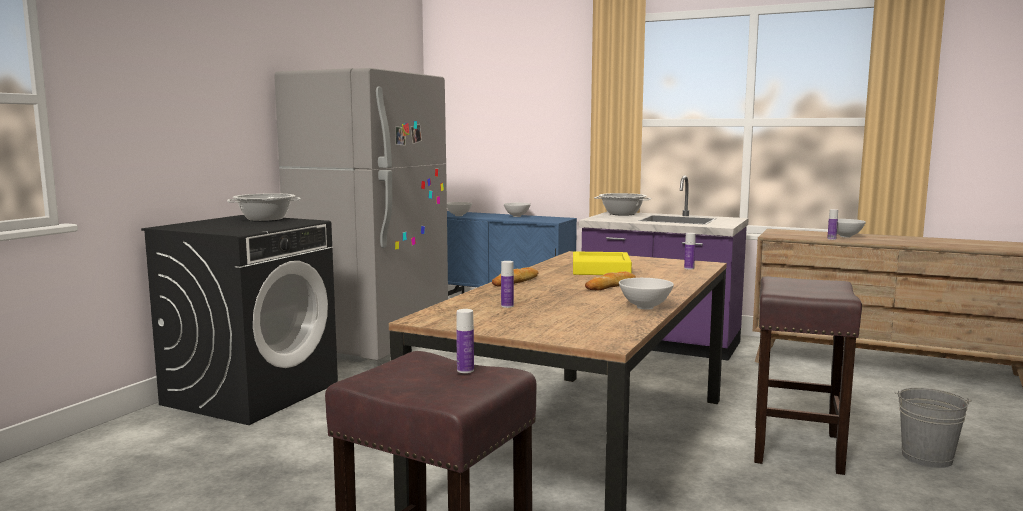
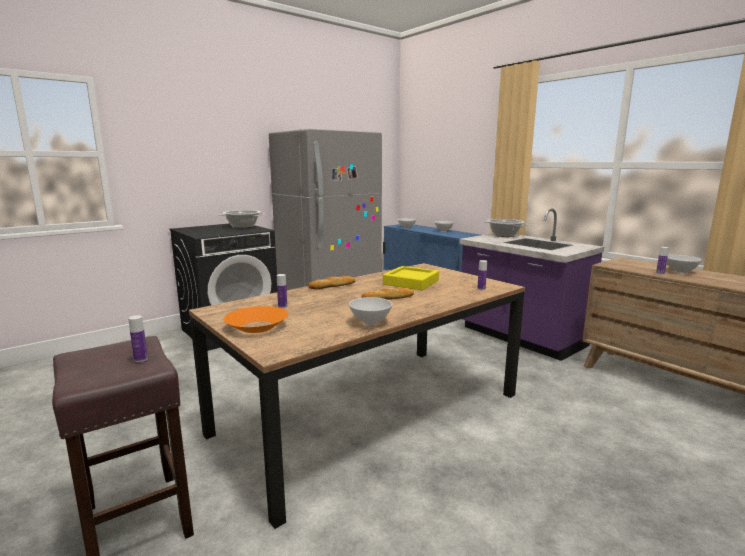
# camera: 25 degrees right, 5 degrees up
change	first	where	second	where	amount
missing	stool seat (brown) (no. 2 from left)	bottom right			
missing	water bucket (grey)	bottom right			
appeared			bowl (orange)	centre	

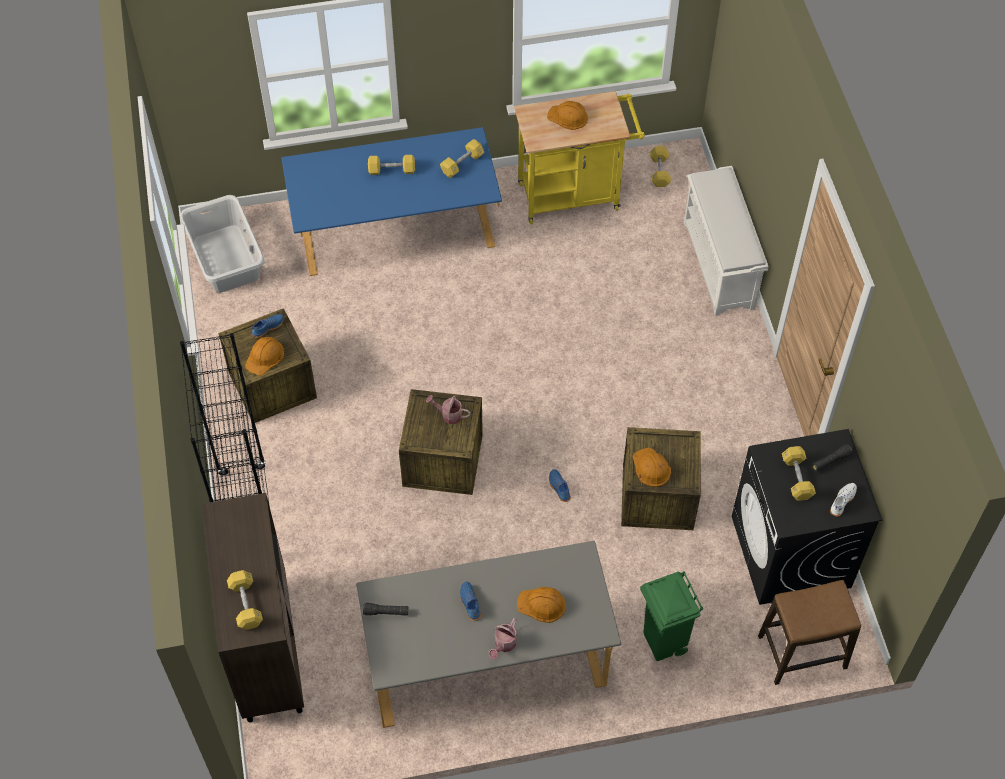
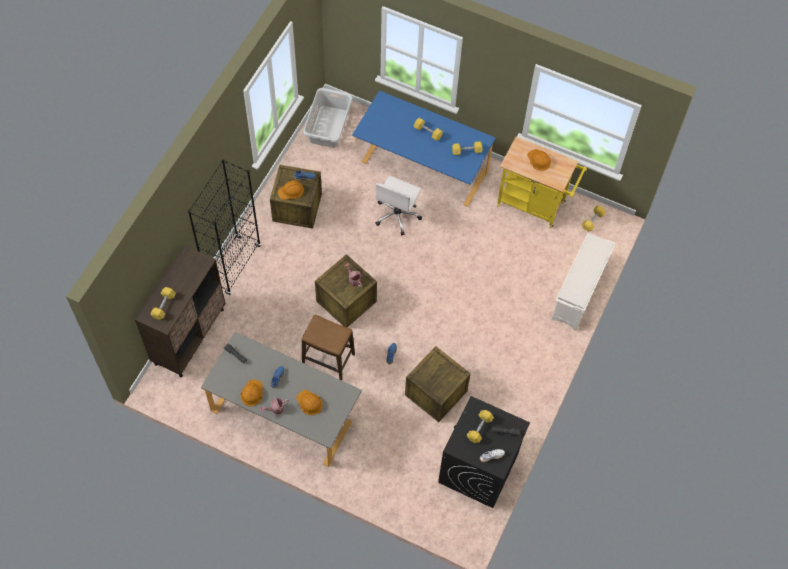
# camera: 35 degrees right, 5 degrees up
change	first	where	second	where	amount
relocated	work helmet (orange) (no. 4 from left in the first image)	centre	work helmet (orange) (no. 1 from left)	bottom left	
missing	rubbish bin (green-coloured)	bottom right			
relocated	stool seat	bottom right		centre	
appeared			office chair (white)	centre	

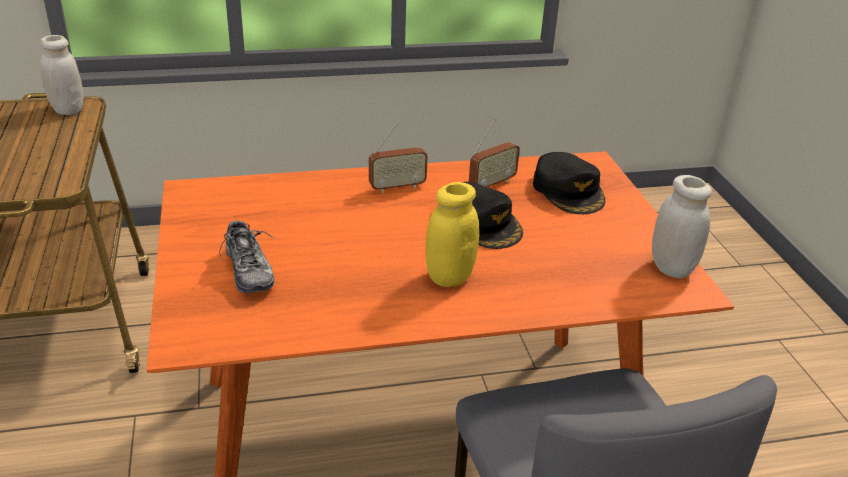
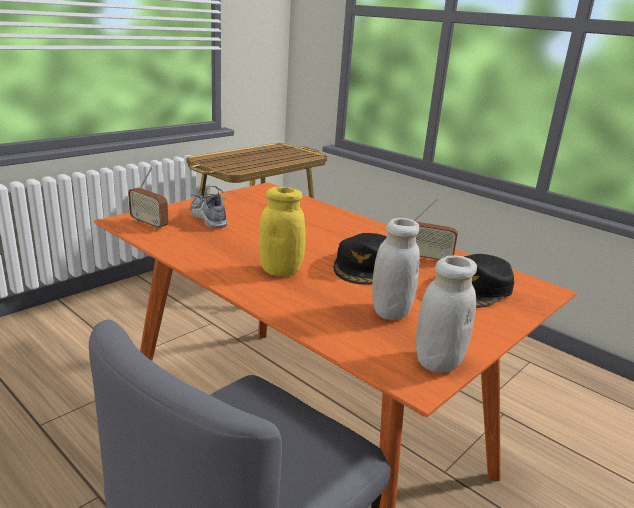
# camera: 55 degrees right, 10 degrees down
change	first	where	second	where	amount
relocated	jar (white) (no. 1 from left)	top left		centre	
spun	item of footwear	middle left		middle left	120 degrees clockwise
relocated	radio set (no. 1 from left)	top centre		middle left	

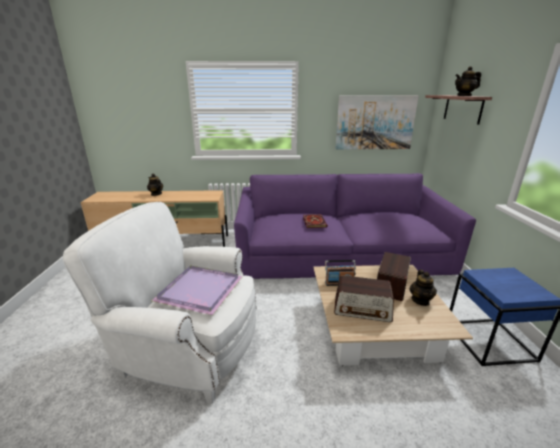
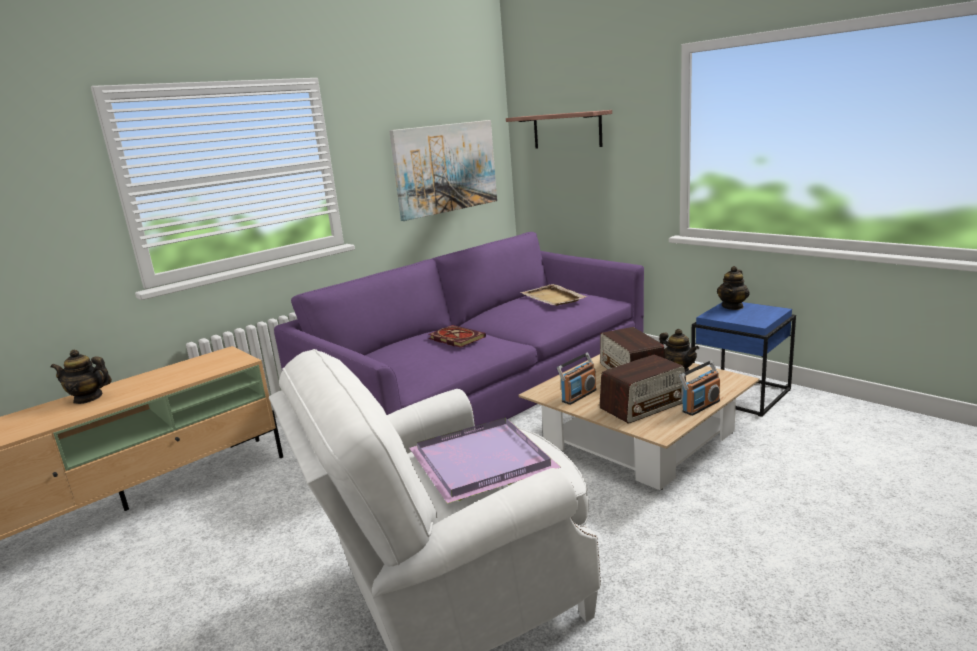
# camera: 40 degrees left, 5 degrees down
change	first	where	second	where	amount
relocated	pot for tea (no. 3 from left)	top right		middle right	
appeared			tray (sand-coloured)	centre	
appeared			radio set (no. 4 from left)	middle right	

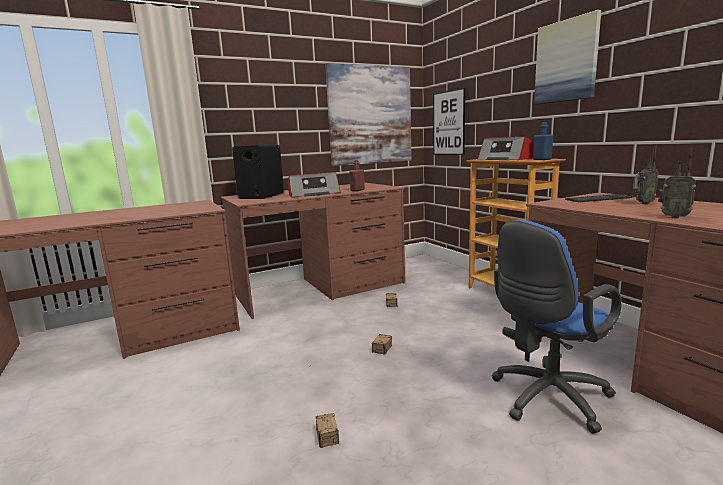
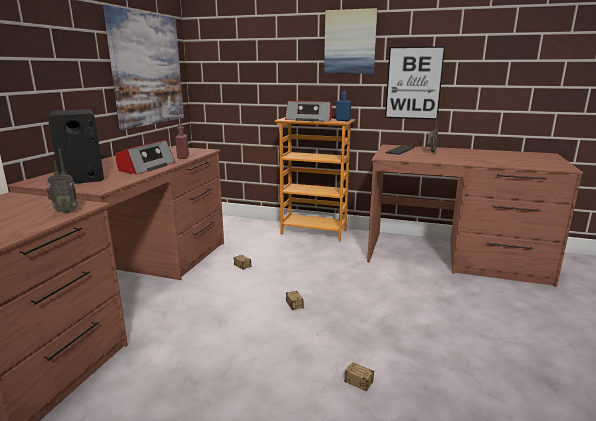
# camera: 45 degrees left, 5 degrees up
change	first	where	second	where	amount
relocated	wall picture (no. 2 from left in the first image)	top centre	wall picture (no. 3 from left)	top right	
missing	office chair (blue)	bottom right			
relocated	radio set (no. 4 from left in the first image)	middle right	radio set (no. 1 from left)	middle left	

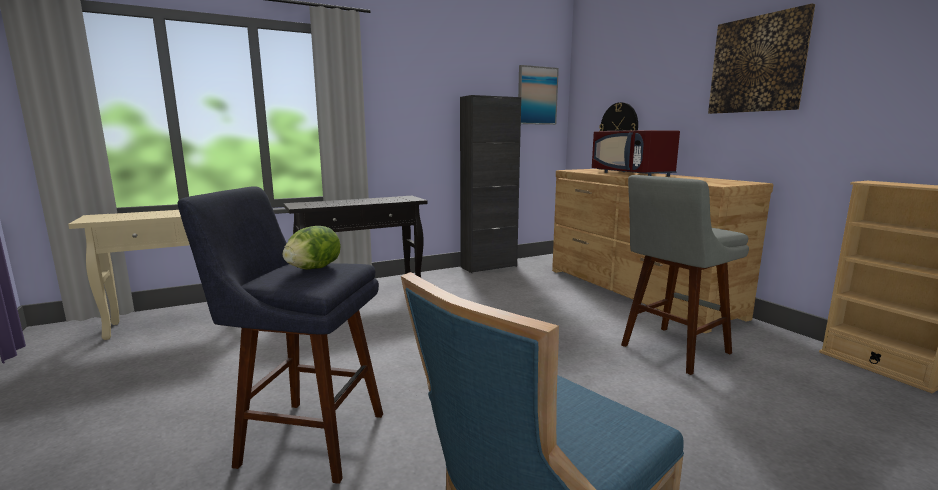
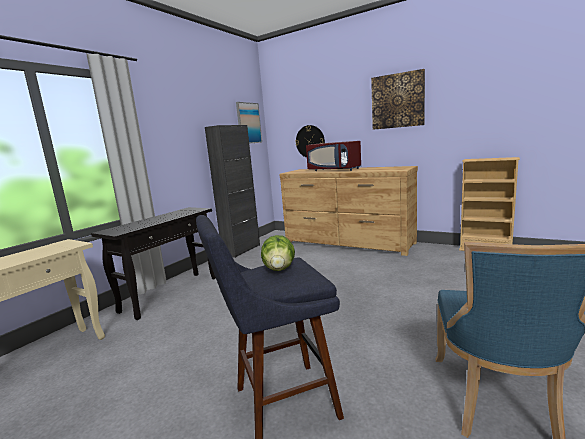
# camera: 30 degrees left, 0 degrees up
change	first	where	second	where	amount
missing	stool seat (grey)	middle right			

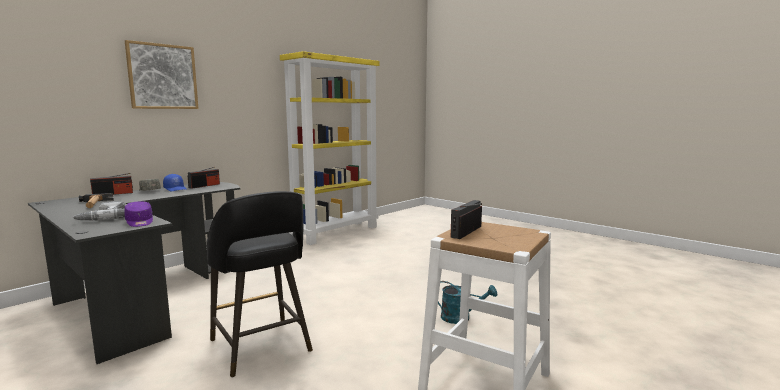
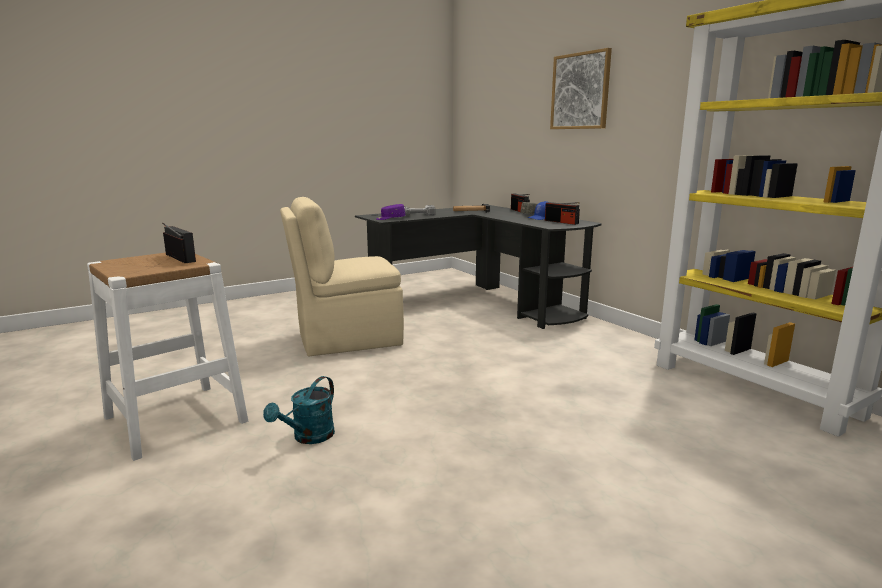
# camera: 105 degrees right, 5 degrees up
change	first	where	second	where	amount
exchanged	stool seat (black)	bottom left	plain chair (sand-coloured)	centre	

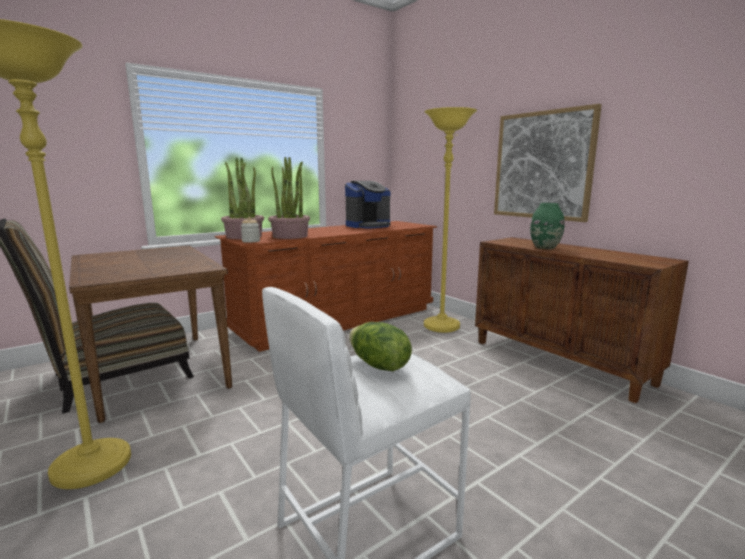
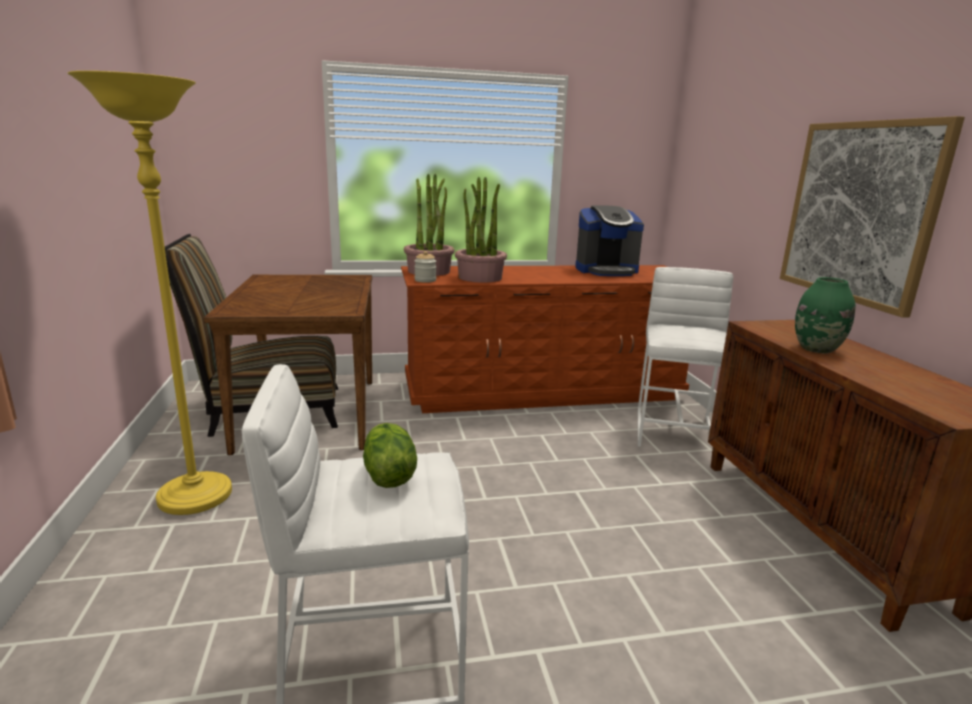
# camera: 25 degrees right, 5 degrees up
change	first	where	second	where	amount
exchanged	standard lamp (yellow-coloured) (no. 2 from left)	centre	stool seat (white) (no. 2 from left)	middle right	

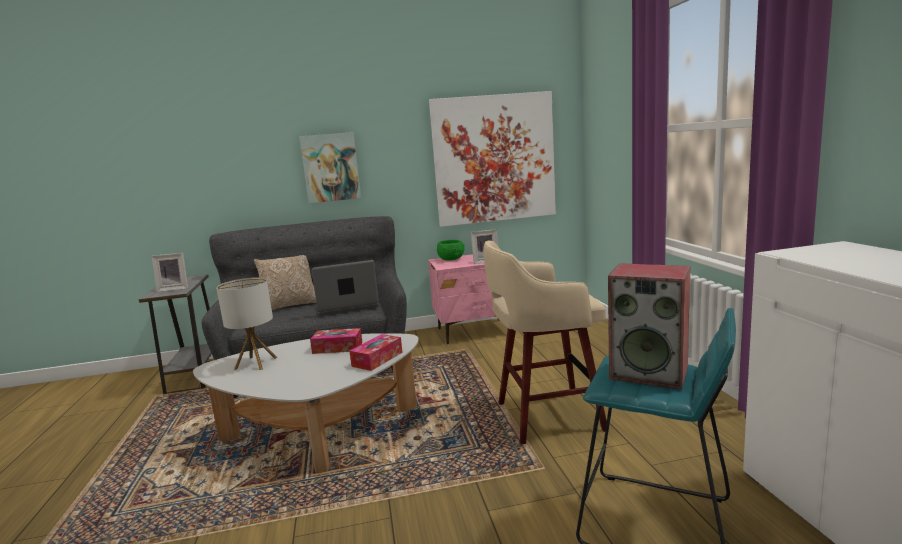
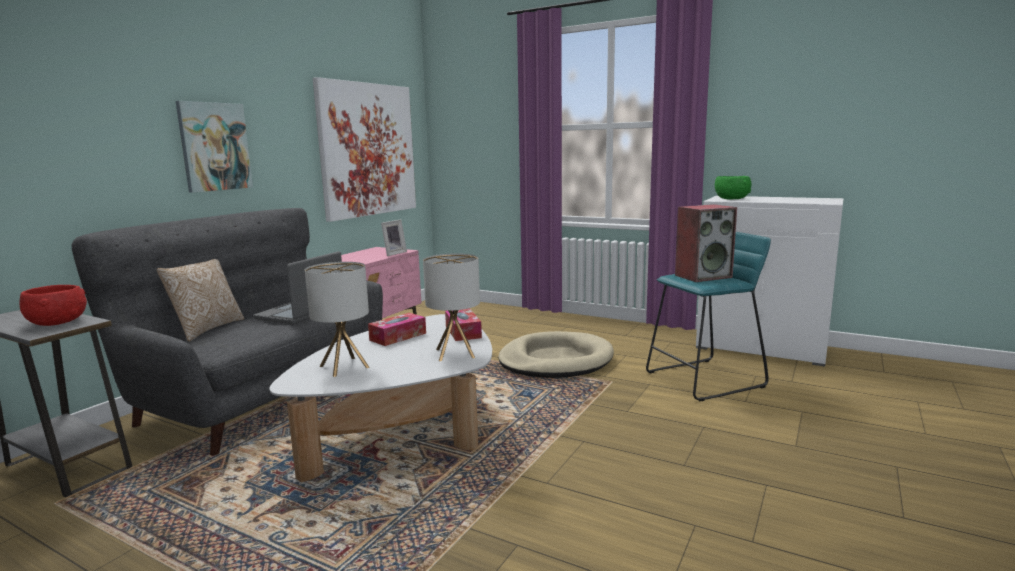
# camera: 50 degrees left, 0 degrees up
change	first	where	second	where	amount
exchanged	photo frame (no. 1 from left)	middle left	bowl (reddish)	middle left	
relocated	bowl (green-coloured)	centre		top right	
exchanged	stool seat (sand-coloured)	centre	pet bed (sand-coloured)	centre	
appeared			tabletop lamp (no. 2 from left)	centre	

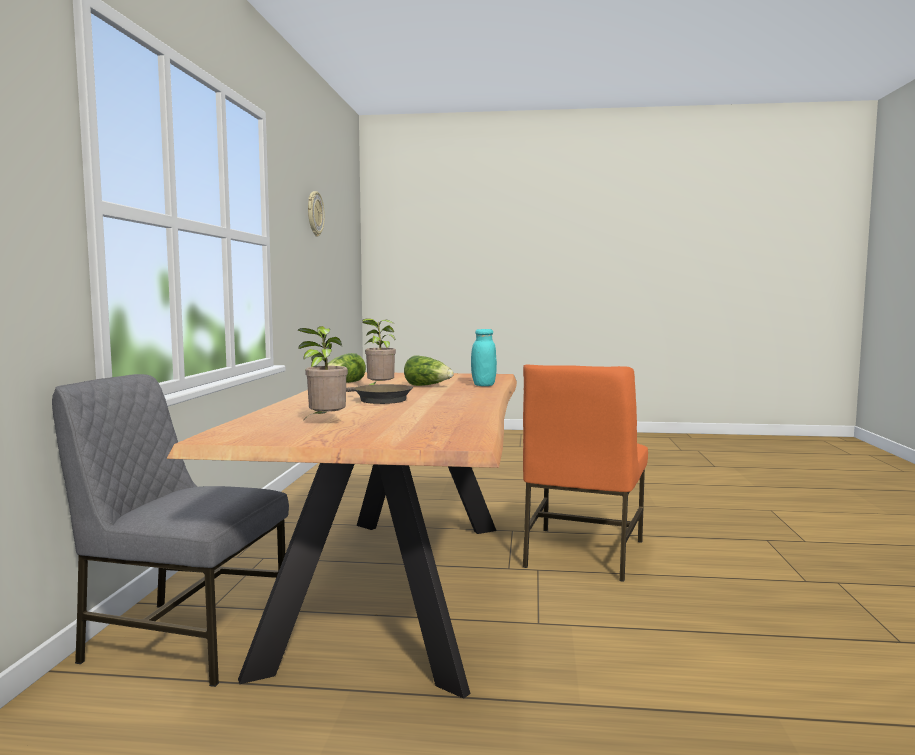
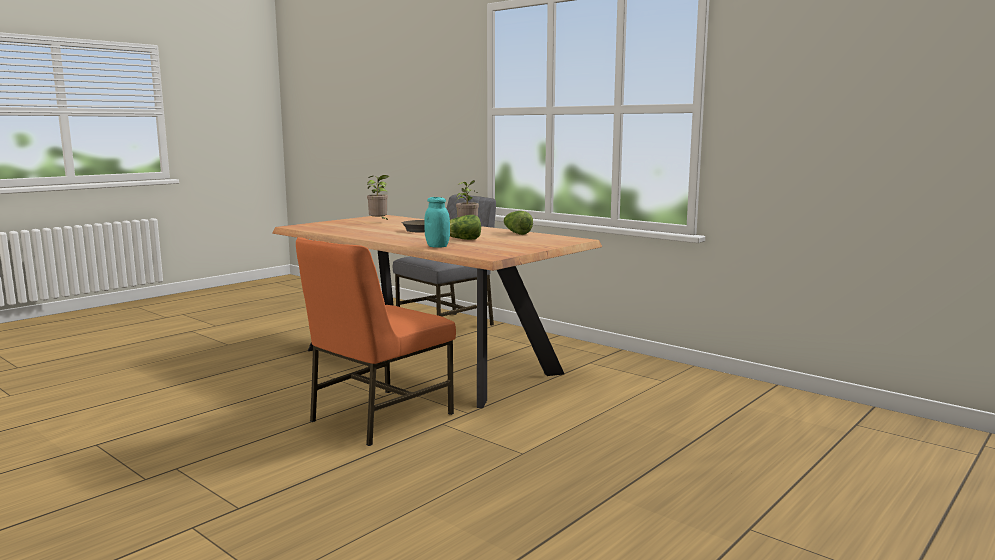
# camera: 125 degrees right, 5 degrees up
change	first	where	second	where	amount
missing	wall clock	top centre			
spun	plain chair (orange)	centre		centre	105 degrees counterclockwise

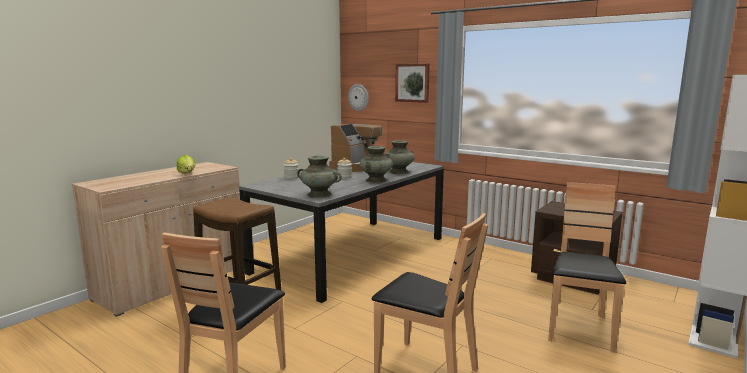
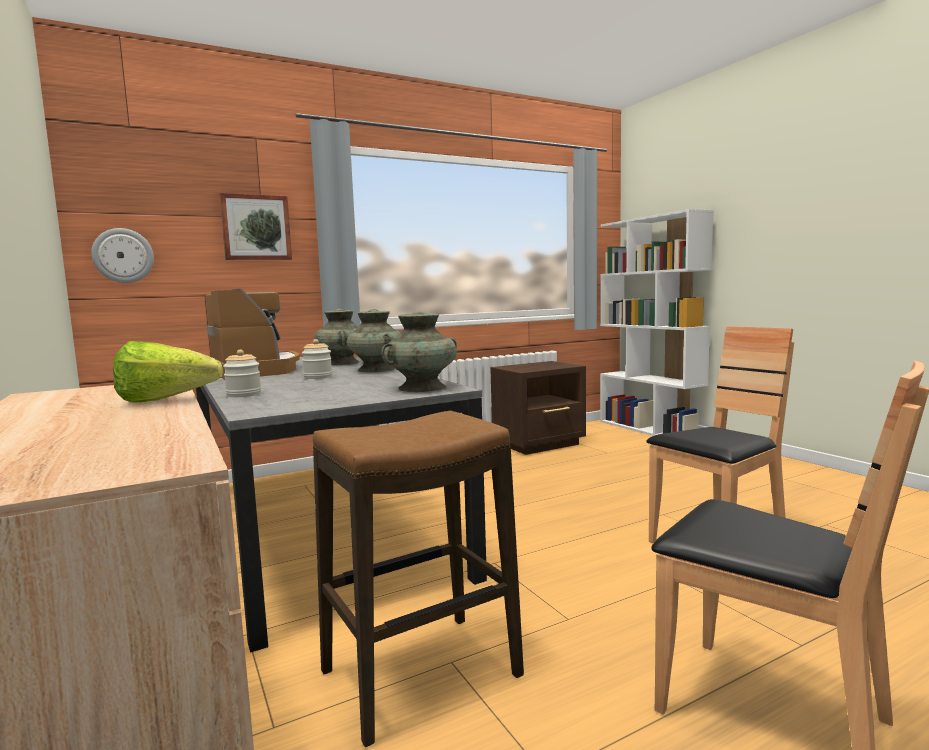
# camera: 65 degrees left, 5 degrees down
change	first	where	second	where	amount
missing	plain chair (brown) (no. 3 from left)	bottom right			

